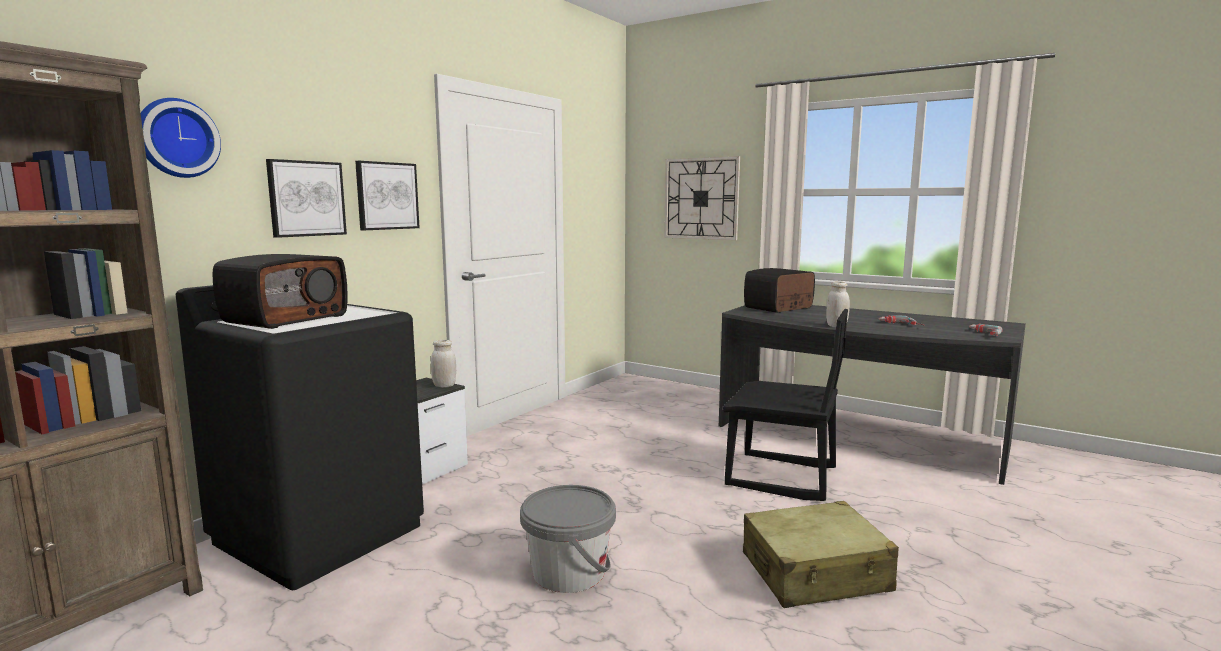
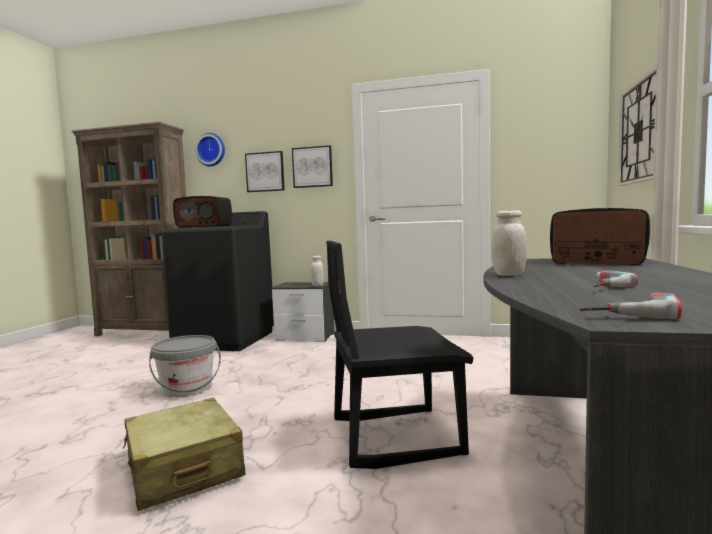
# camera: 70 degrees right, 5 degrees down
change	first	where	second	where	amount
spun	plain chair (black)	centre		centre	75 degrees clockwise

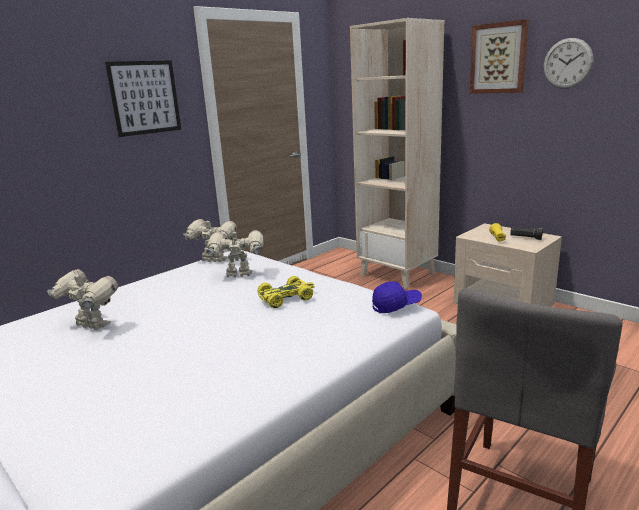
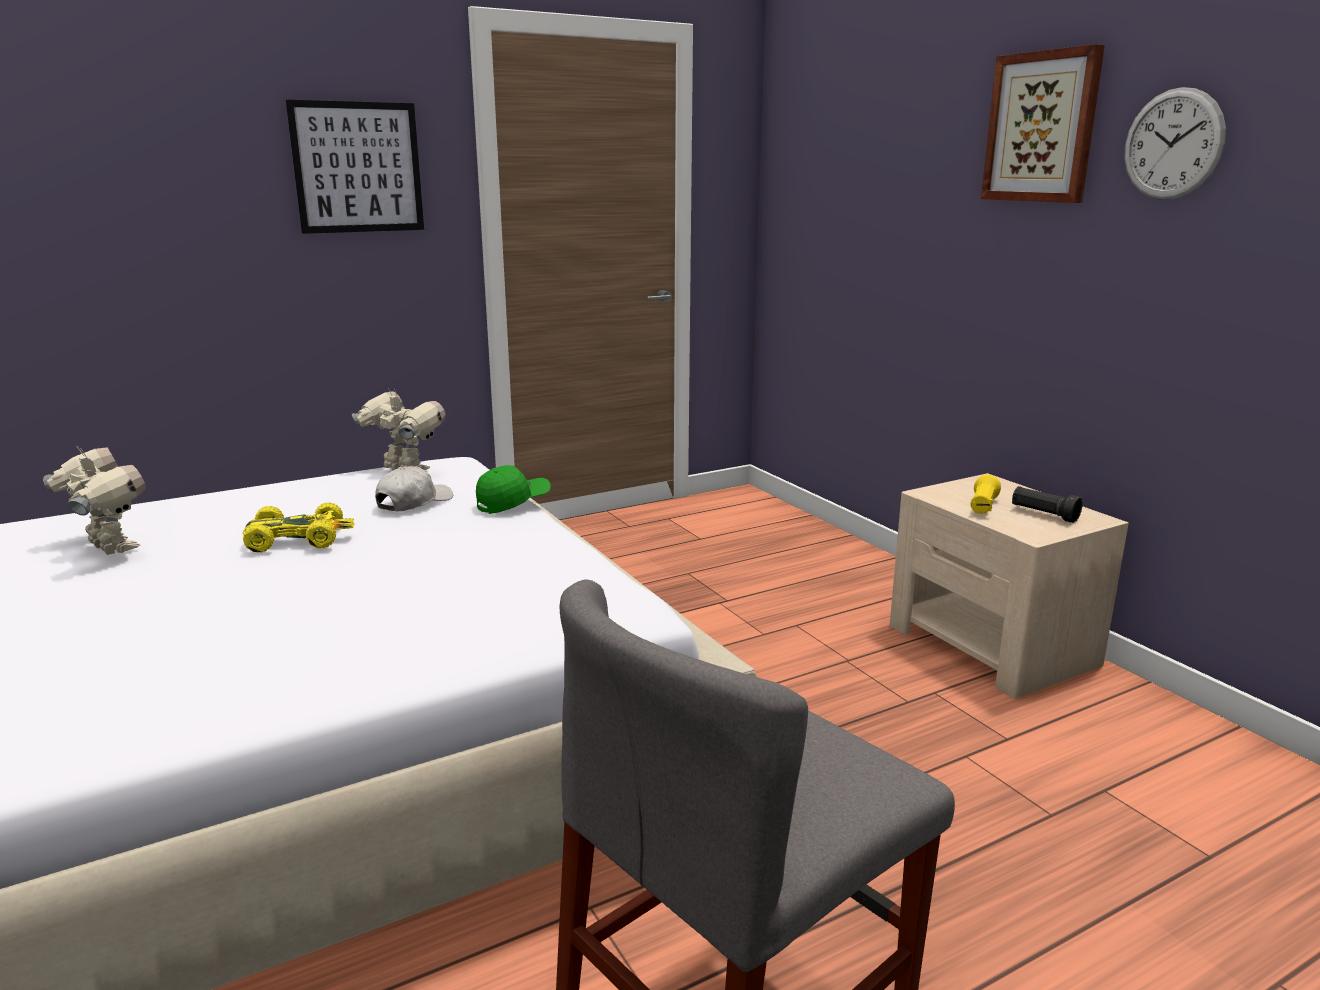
# camera: 15 degrees right, 0 degrees up
change	first	where	second	where	amount
exchanged	robot figure (no. 3 from left)	centre	peaked cap (white)	middle left	
relocated	toy car (yellow-coloured)	centre		middle left	
missing	bookshelf (sand-coloured)	top centre			
missing	peaked cap (blue)	centre			
appeared			peaked cap (green-coloured)	centre	

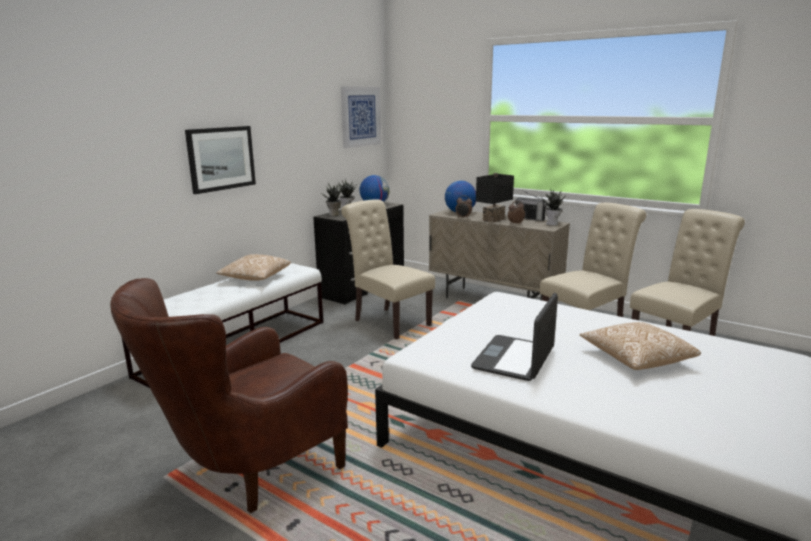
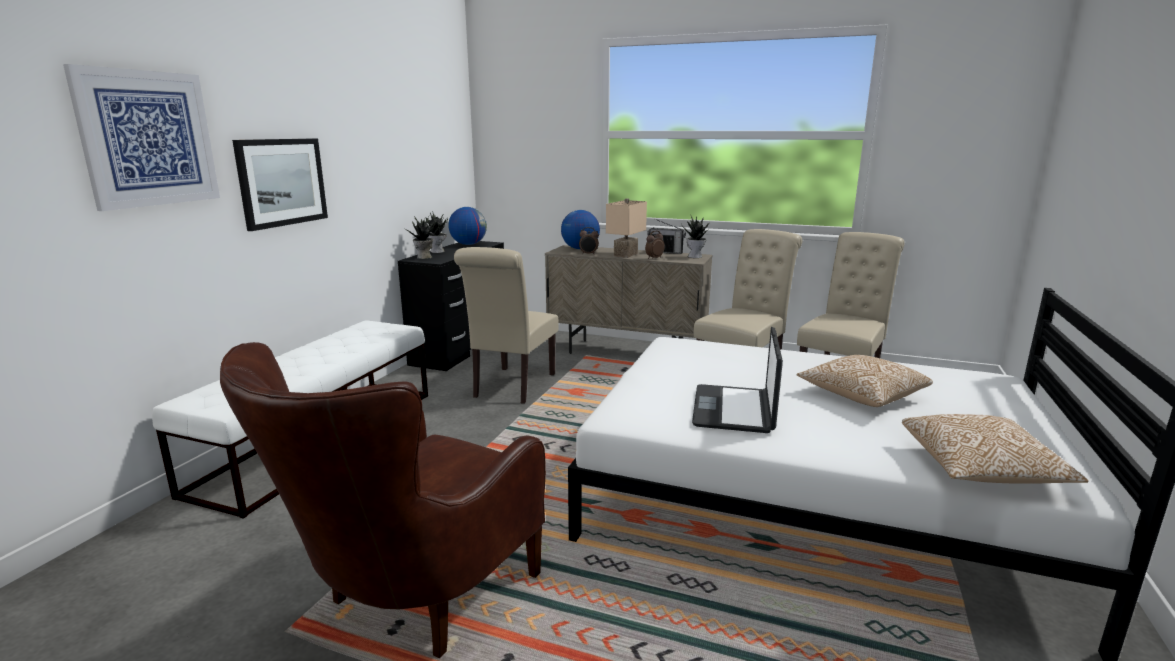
# camera: 15 degrees left, 0 degrees up
change	first	where	second	where	amount
relocated	throw pillow (no. 1 from left in the first image)	middle left	throw pillow (no. 2 from left)	bottom right	
relocated	wall picture (no. 2 from left in the first image)	top centre	wall picture (no. 1 from left)	top left	
spun	plain chair (sand-coloured) (no. 1 from left)	centre		centre	105 degrees counterclockwise
colour	tabletop lamp (black)	centre	tabletop lamp (sand-coloured)	centre	

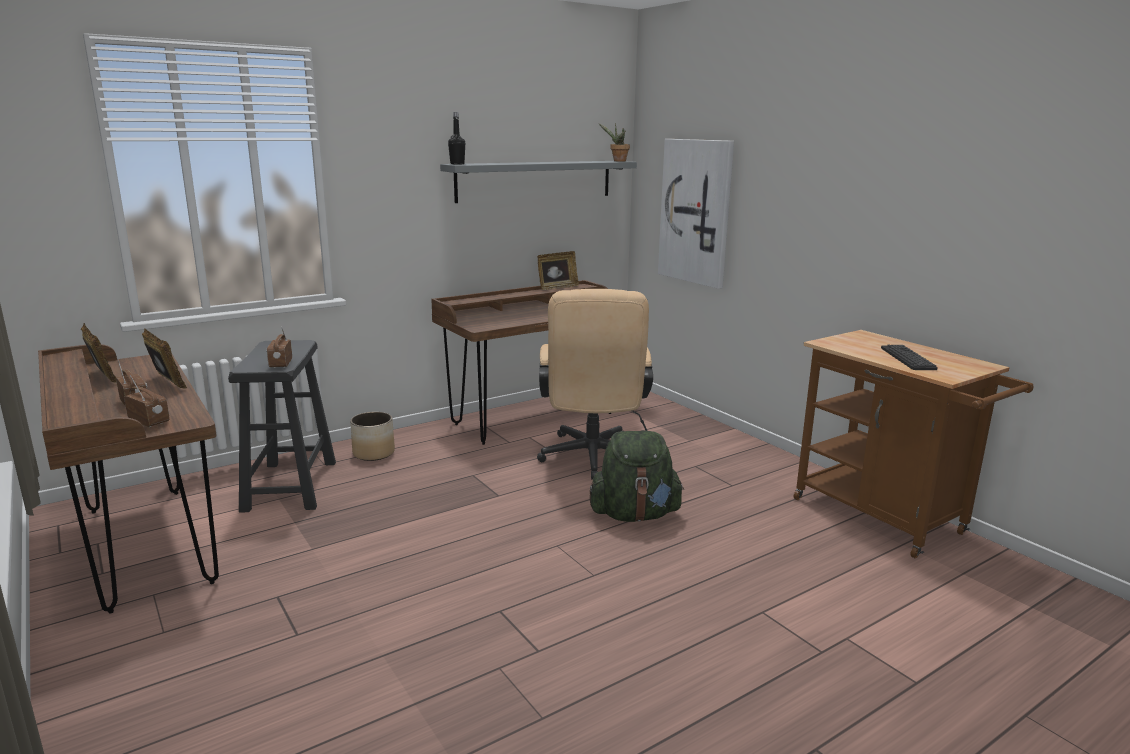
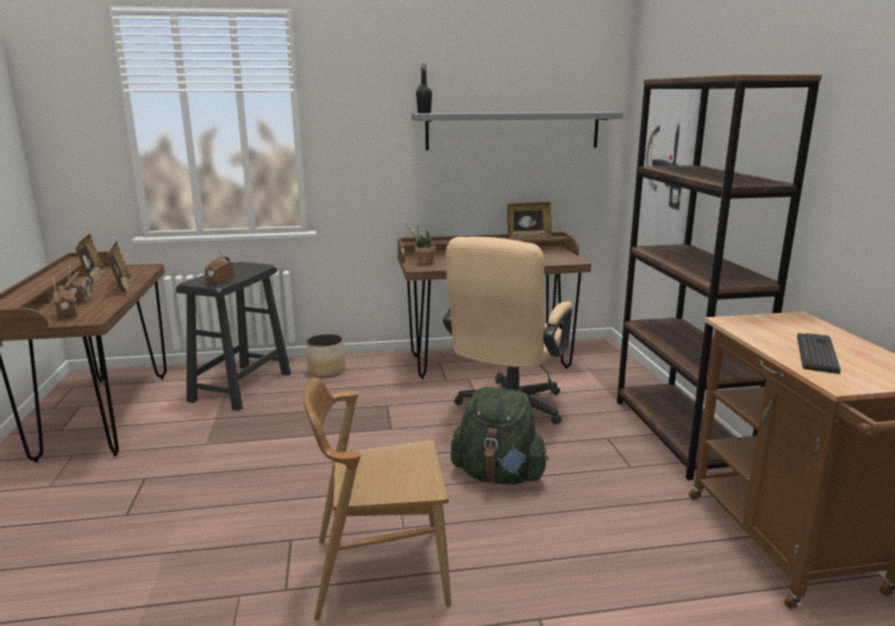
# camera: 25 degrees right, 0 degrees up
change	first	where	second	where	amount
relocated	plant in a pot	top centre		centre	
appeared			plain chair (brown)	bottom centre	
appeared			bookshelf (brown)	middle right	

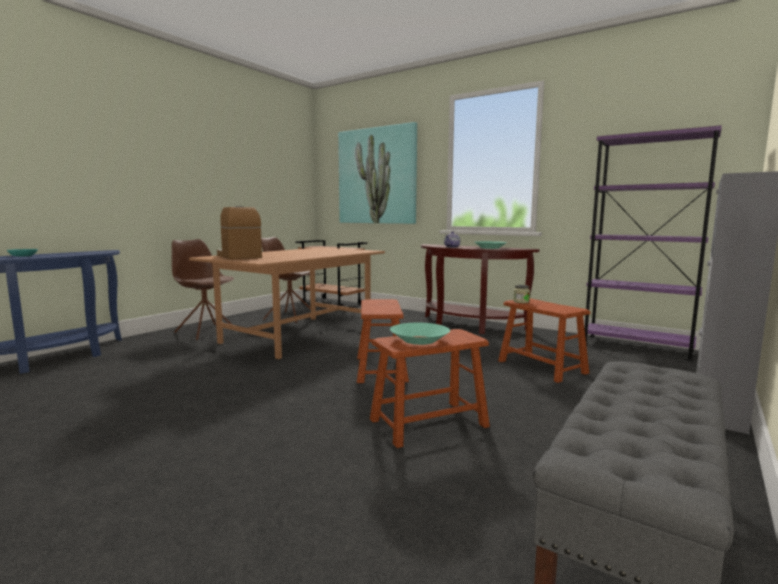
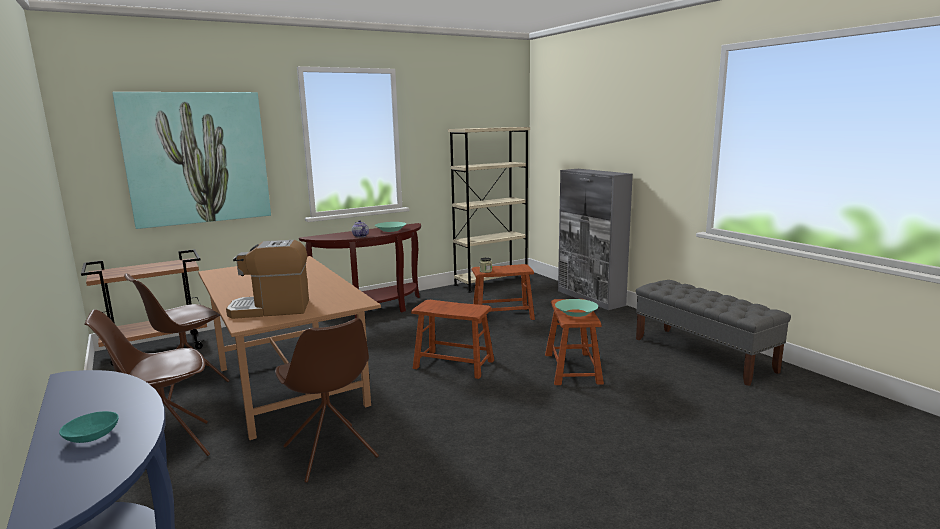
# camera: 65 degrees left, 5 degrees up
change	first	where	second	where	amount
colour	bookshelf (purple)	middle right	bookshelf (sand-coloured)	centre	
appeared			plain chair (brown) (no. 3 from left)	bottom centre	

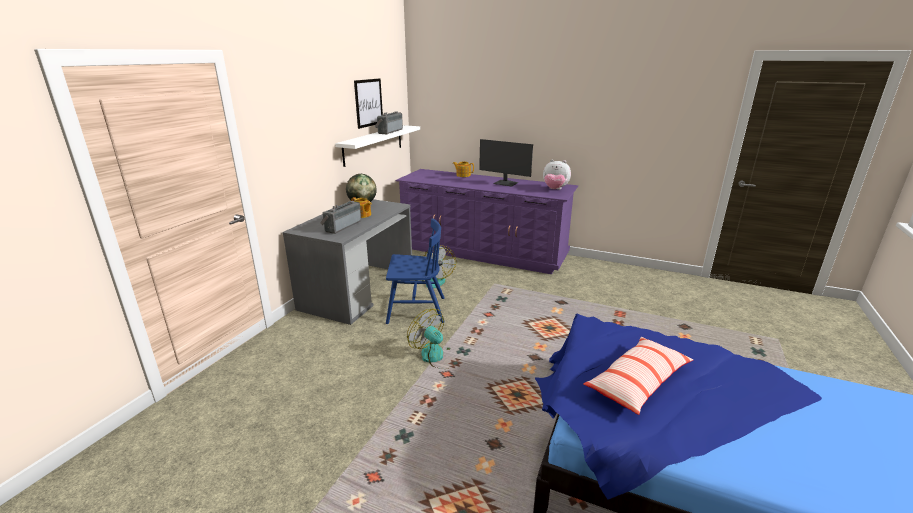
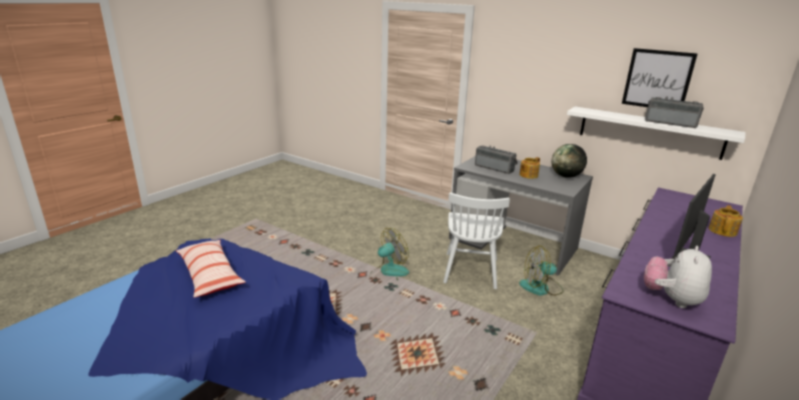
# camera: 100 degrees right, 0 degrees up
change	first	where	second	where	amount
colour	plain chair (blue)	centre	plain chair (white)	centre	

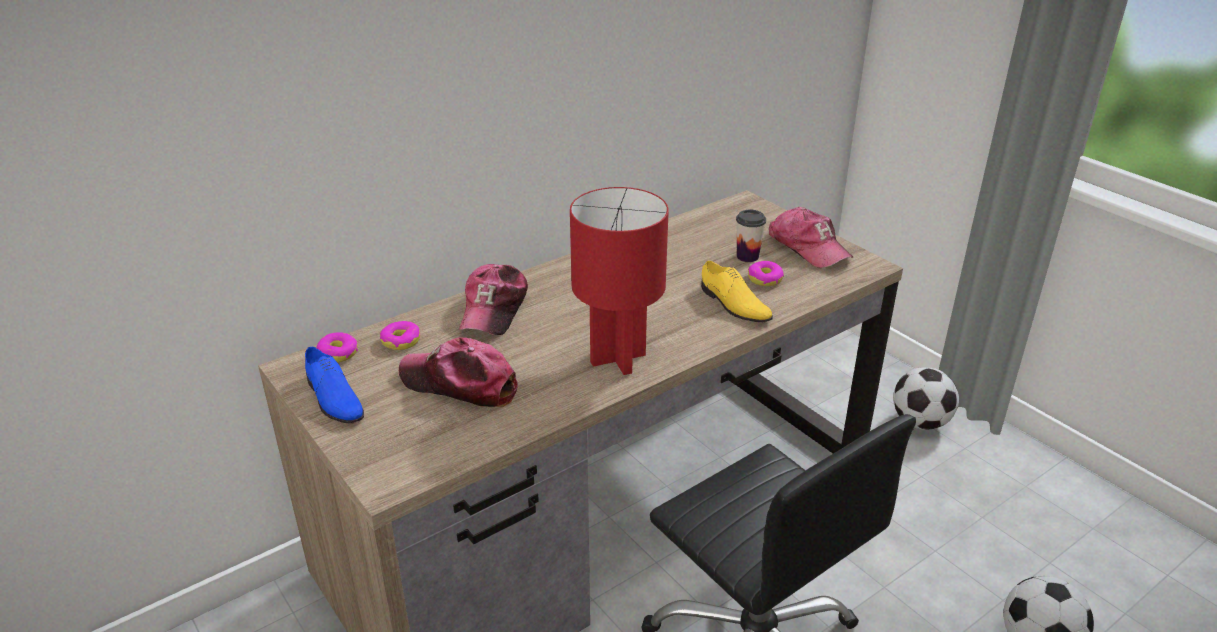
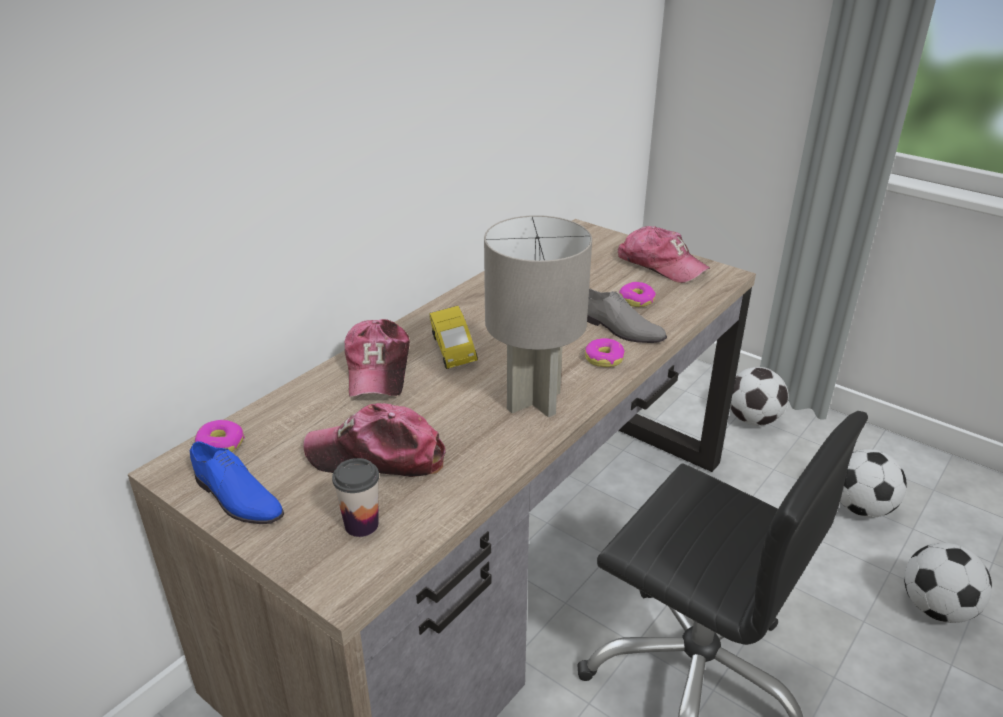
# camera: 15 degrees left, 0 degrees up
change	first	where	second	where	amount
relocated	doughnut (no. 2 from left)	middle left		centre	
colour	tabletop lamp (reddish)	centre	tabletop lamp (grey)	centre	
colour	item of footwear (yellow-coloured)	centre	item of footwear (grey)	centre	
relocated	cup	centre		bottom centre	
appeared			toy car (yellow-coloured)	centre	
appeared			football ball (no. 2 from left)	bottom right	

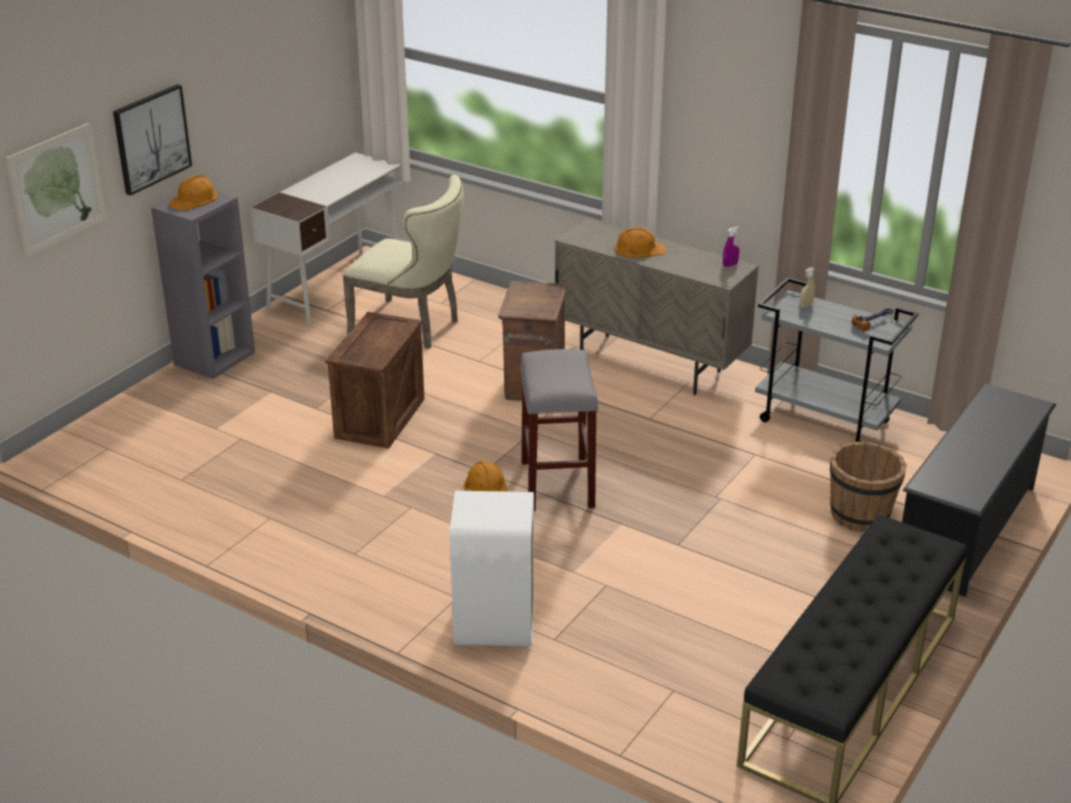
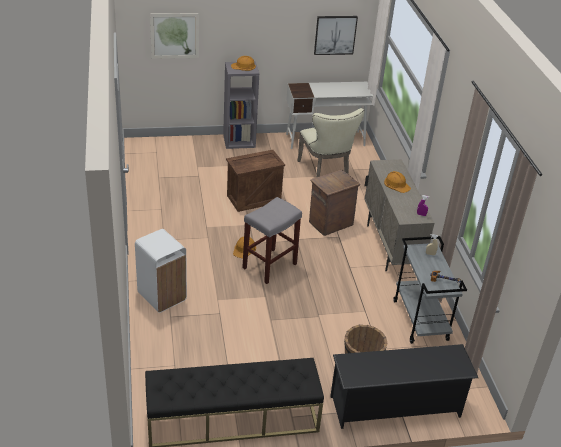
# camera: 45 degrees right, 5 degrees up
change	first	where	second	where	amount
relocated	wall picture (no. 2 from left)	top left		top centre	

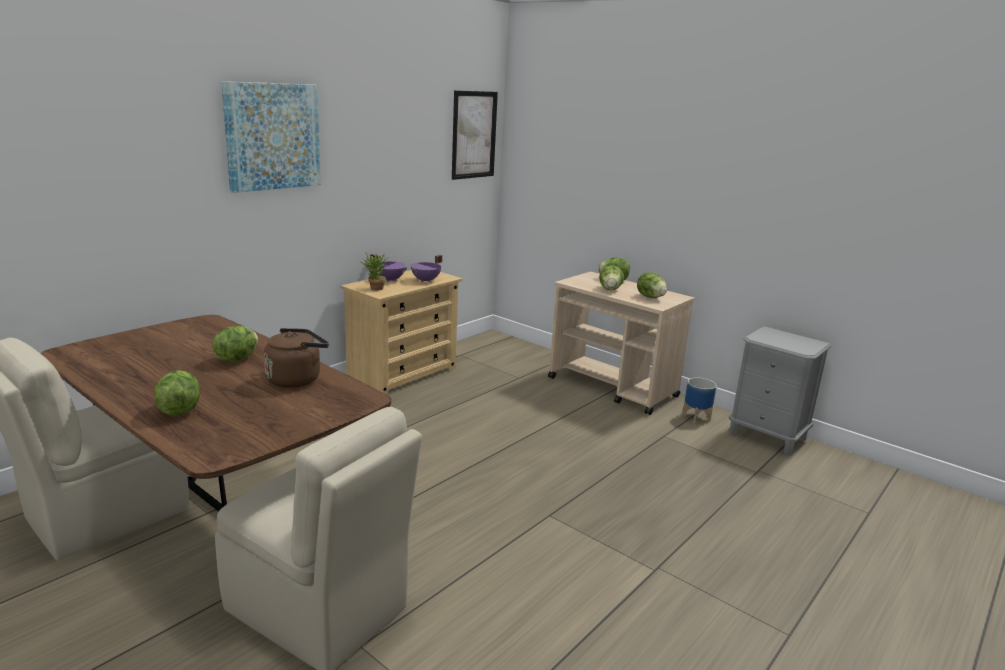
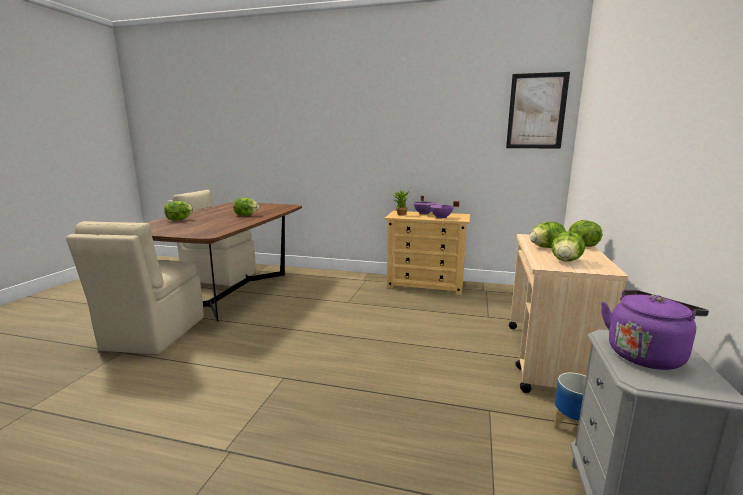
# camera: 65 degrees right, 5 degrees down
change	first	where	second	where	amount
missing	wall picture (no. 1 from left)	top left			
missing	water kettle (brown)	middle left			
appeared			water kettle (purple)	bottom right	

